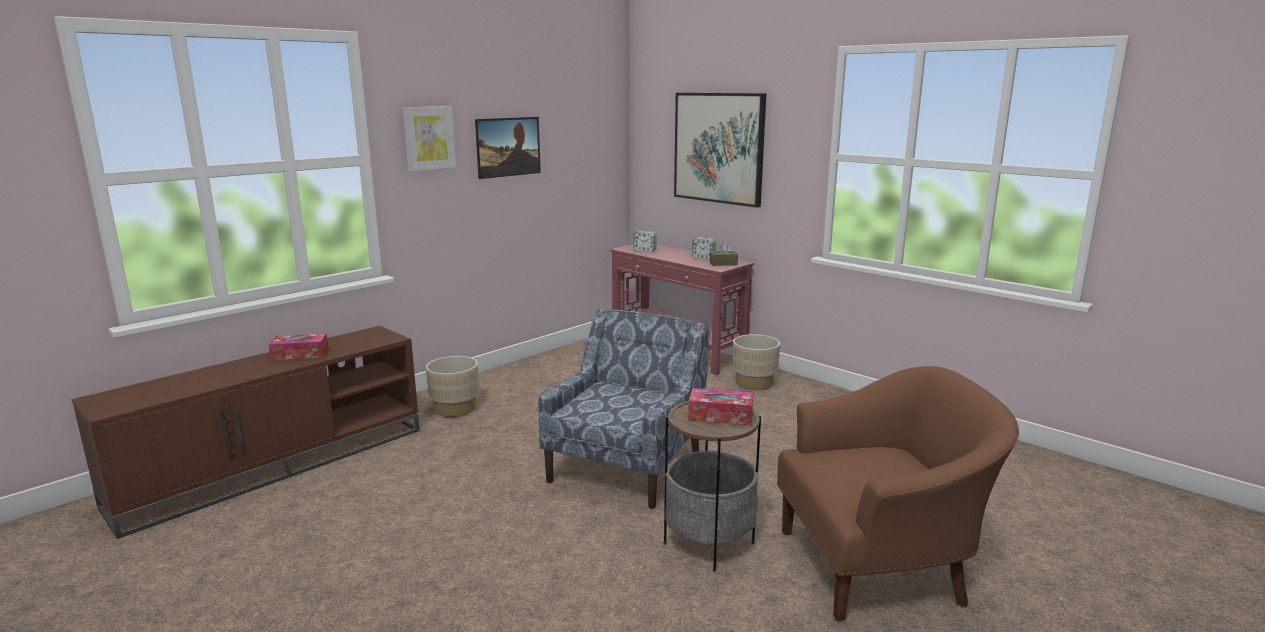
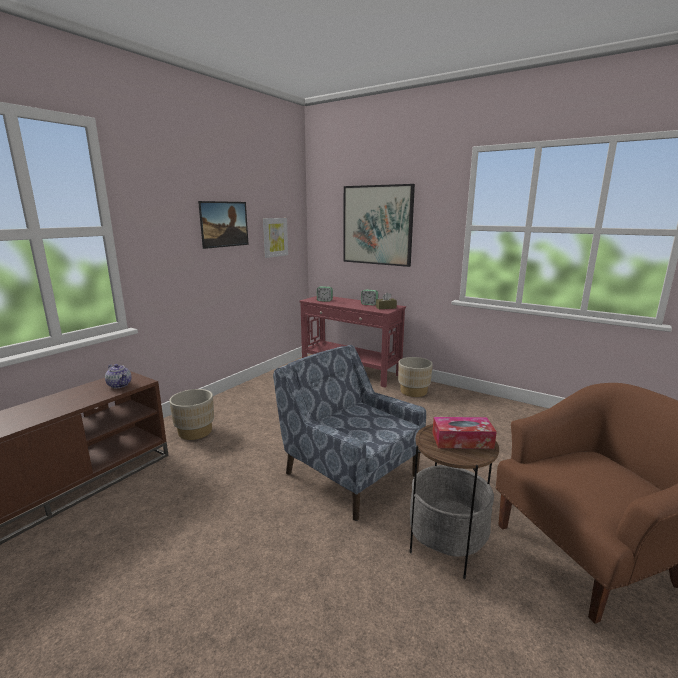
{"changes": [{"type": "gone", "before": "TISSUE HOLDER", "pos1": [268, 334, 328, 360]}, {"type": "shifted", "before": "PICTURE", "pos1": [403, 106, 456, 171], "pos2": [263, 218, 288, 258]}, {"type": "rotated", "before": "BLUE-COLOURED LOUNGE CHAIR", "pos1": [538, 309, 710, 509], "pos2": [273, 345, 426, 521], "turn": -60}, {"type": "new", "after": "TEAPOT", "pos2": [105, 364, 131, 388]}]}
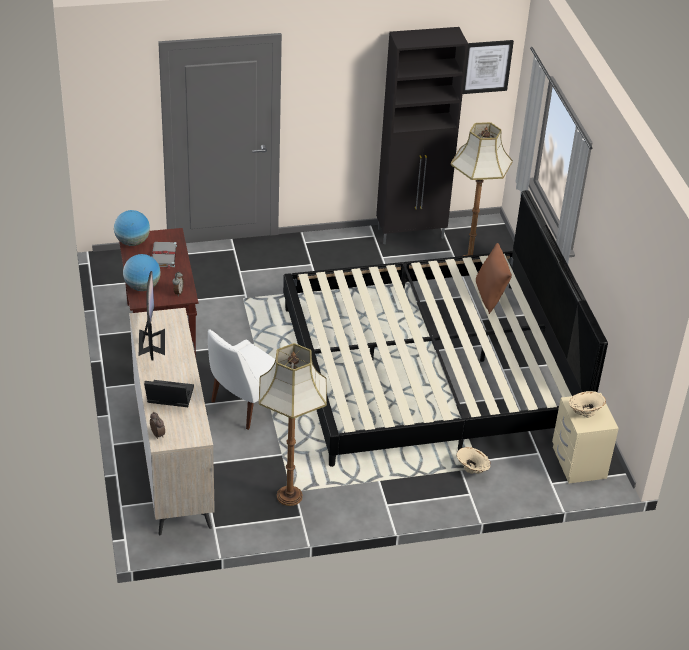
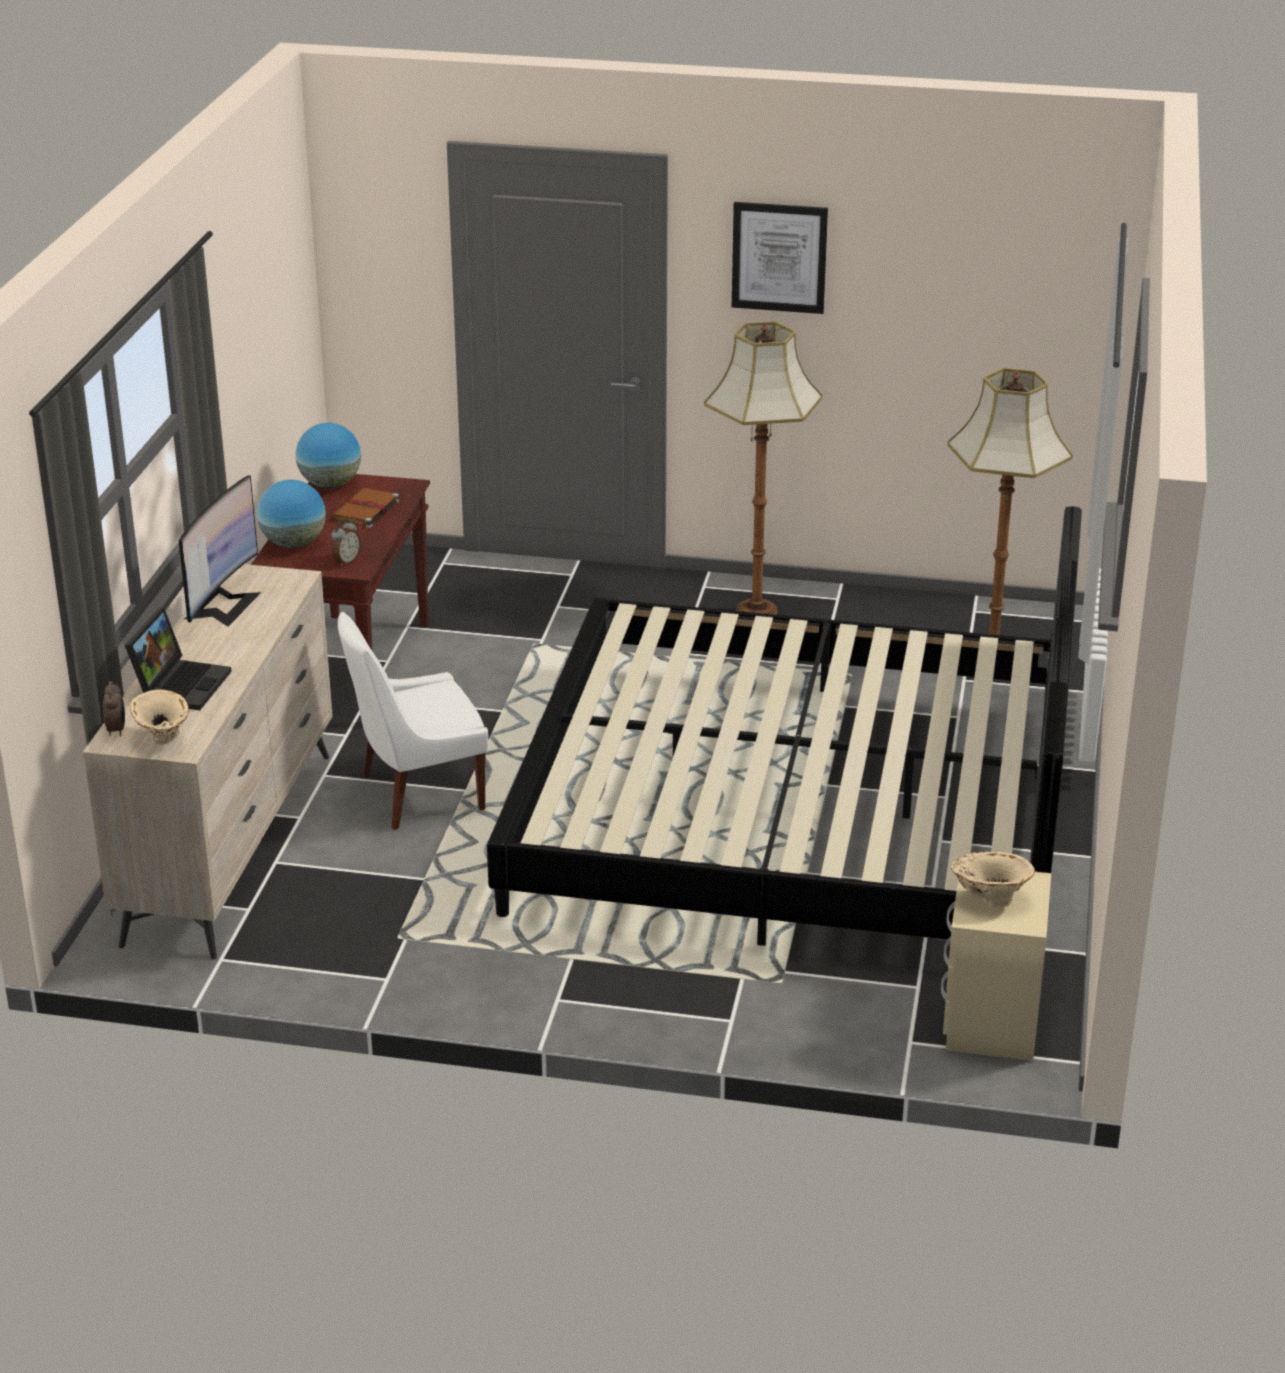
{"changes": [{"type": "rotated", "before": "LAPTOP", "pos1": [144, 380, 194, 407], "pos2": [125, 607, 232, 710], "turn": 75}, {"type": "repainted", "before": "GRAY BOUND BOOK", "after": "BROWN-COLOURED BOUND BOOK", "pos1": [152, 242, 177, 269], "pos2": [331, 488, 399, 529]}, {"type": "shifted", "before": "STANDARD LAMP", "pos1": [259, 343, 327, 506], "pos2": [704, 321, 822, 615]}, {"type": "gone", "before": "BLACK-COLOURED CABINET", "pos1": [376, 27, 468, 244]}, {"type": "shifted", "before": "BEIGE FLOWER VASE", "pos1": [456, 447, 491, 474], "pos2": [130, 689, 189, 744]}, {"type": "shifted", "before": "PICTURE", "pos1": [463, 40, 514, 94], "pos2": [732, 202, 828, 314]}, {"type": "gone", "before": "BROWN-COLOURED PILLOW", "pos1": [476, 243, 512, 314]}]}
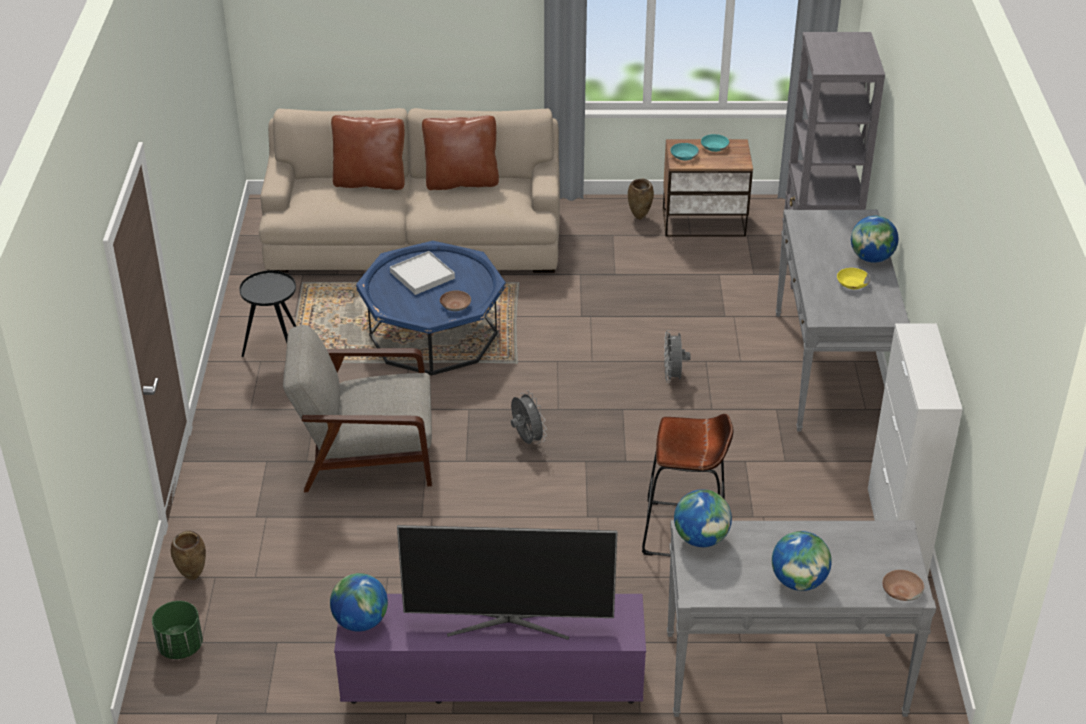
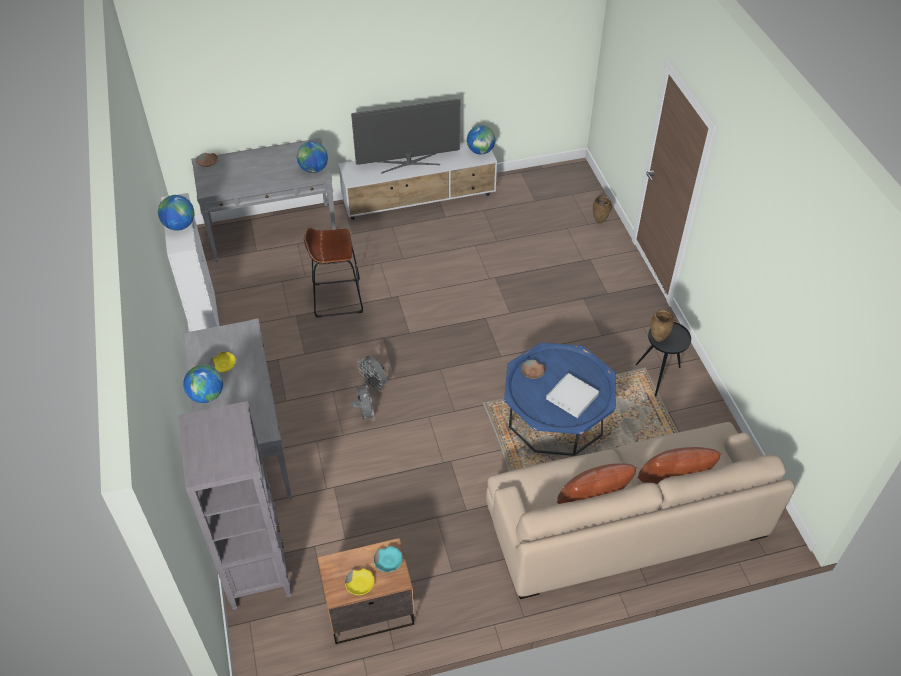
{"changes": [{"type": "gone", "before": "GREEN PLANTER", "pos1": [152, 601, 203, 659]}, {"type": "gone", "before": "GRAY LOUNGE CHAIR", "pos1": [283, 324, 432, 492]}, {"type": "repainted", "before": "PURPLE-COLOURED TV STAND", "after": "WHITE TV STAND", "pos1": [334, 594, 646, 704], "pos2": [338, 142, 497, 220]}, {"type": "shifted", "before": "GRAY COOLING FAN", "pos1": [511, 390, 547, 444], "pos2": [357, 356, 388, 392]}, {"type": "shifted", "before": "BROWN-COLOURED FLOWER VASE", "pos1": [628, 179, 654, 220], "pos2": [650, 310, 674, 342]}, {"type": "repainted", "before": "TURQUOISE-COLOURED DEEP DISH", "after": "YELLOW DEEP DISH", "pos1": [701, 134, 729, 152], "pos2": [345, 568, 375, 595]}, {"type": "shifted", "before": "GLOBE", "pos1": [772, 531, 832, 591], "pos2": [158, 195, 194, 231]}]}
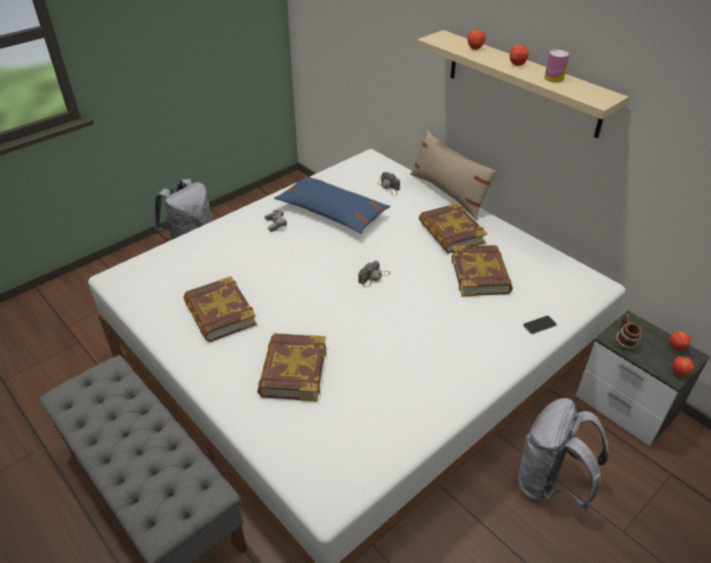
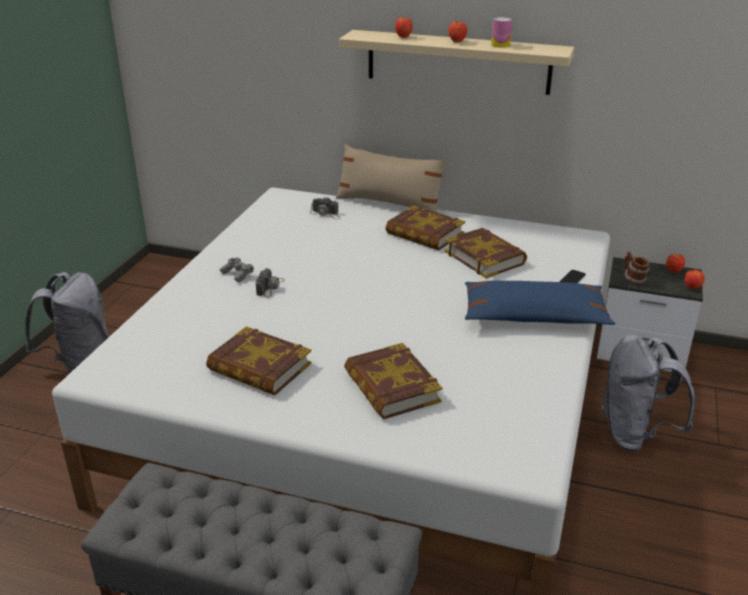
{"changes": [{"type": "shifted", "before": "BLUE-COLOURED PILLOW", "pos1": [274, 176, 390, 234], "pos2": [465, 280, 615, 325]}, {"type": "shifted", "before": "PHOTO CAMERA", "pos1": [358, 260, 390, 287], "pos2": [256, 268, 284, 297]}]}
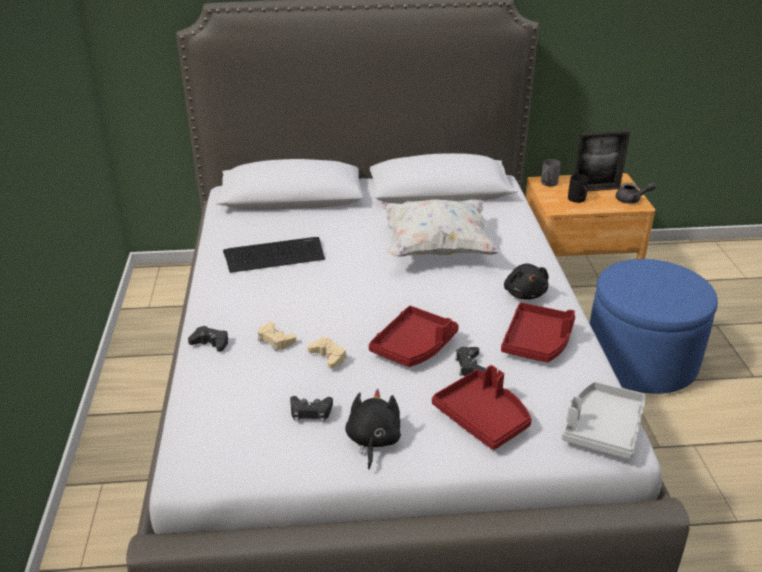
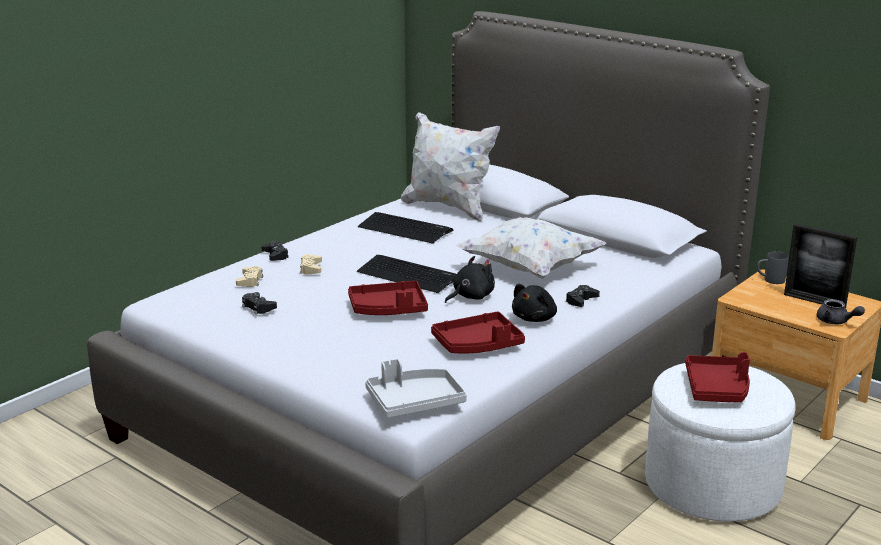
{"changes": [{"type": "shifted", "before": "BEIGE JOYPAD", "pos1": [308, 337, 346, 369], "pos2": [236, 266, 263, 287]}, {"type": "shifted", "before": "BLACK-COLOURED SOFT TOY", "pos1": [345, 389, 401, 470], "pos2": [445, 256, 495, 303]}, {"type": "shifted", "before": "REDDISH TRAY", "pos1": [432, 365, 532, 450], "pos2": [685, 352, 750, 402]}, {"type": "shifted", "before": "BLACK-COLOURED JOYPAD", "pos1": [455, 347, 486, 376], "pos2": [566, 285, 600, 307]}, {"type": "gone", "before": "BLACK-COLOURED TEA MUG", "pos1": [568, 174, 589, 203]}, {"type": "repainted", "before": "BLUE-COLOURED FOOTREST", "after": "WHITE FOOTREST", "pos1": [590, 259, 718, 394], "pos2": [645, 363, 796, 522]}, {"type": "new", "after": "PC KEYBOARD", "pos2": [357, 255, 456, 293]}, {"type": "new", "after": "WHITE PILLOW", "pos2": [401, 112, 500, 222]}]}
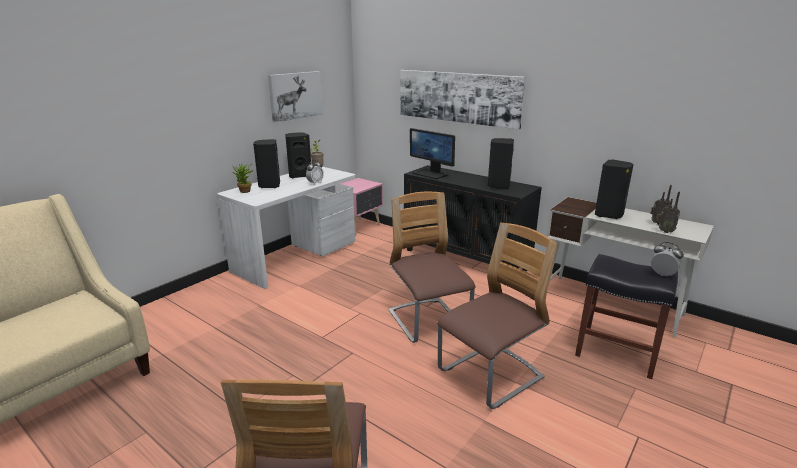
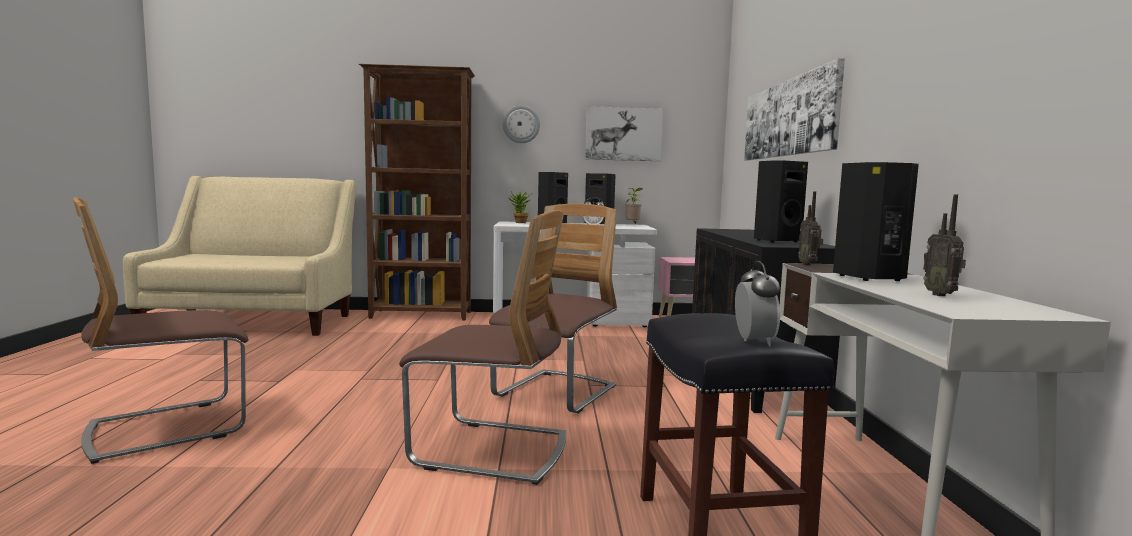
{"changes": [{"type": "gone", "before": "MONITOR", "pos1": [410, 128, 455, 179]}, {"type": "shifted", "before": "RADIO", "pos1": [657, 192, 680, 233], "pos2": [798, 191, 823, 266]}, {"type": "new", "after": "BROWN-COLOURED SHELVING UNIT", "pos2": [359, 64, 475, 320]}, {"type": "new", "after": "HANGING CLOCK", "pos2": [503, 105, 540, 143]}]}
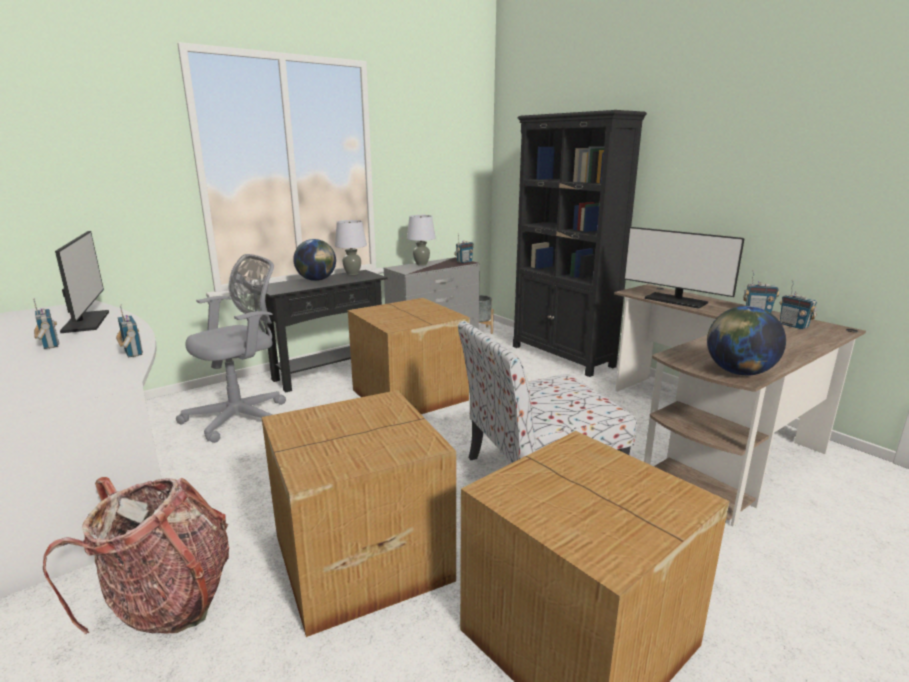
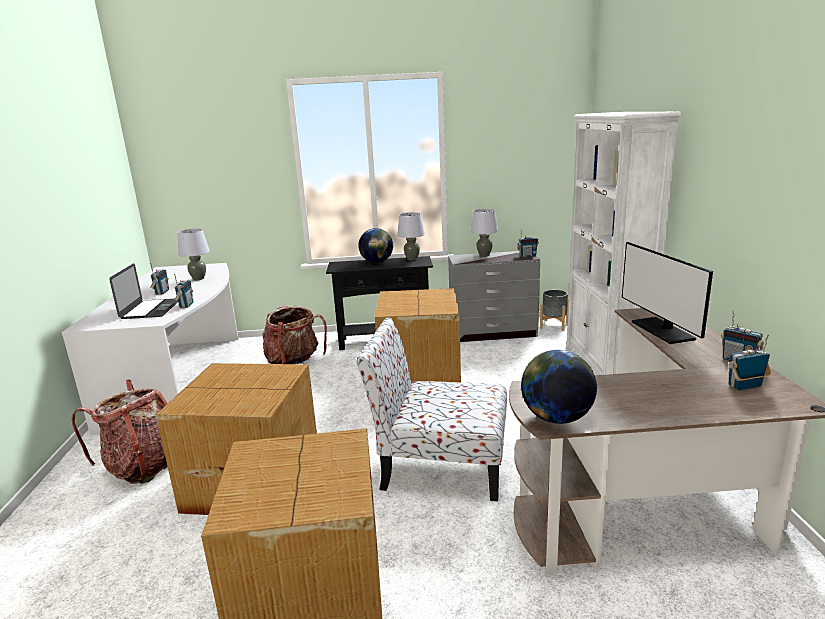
{"changes": [{"type": "swapped", "before": "MONITOR", "after": "GRAY TABLETOP LAMP", "pos1": [55, 231, 109, 333], "pos2": [178, 228, 210, 280]}, {"type": "swapped", "before": "GRAY DESK CHAIR", "after": "BACKPACK", "pos1": [176, 254, 286, 443], "pos2": [262, 306, 327, 364]}, {"type": "repainted", "before": "BLACK-COLOURED SHELVING UNIT", "after": "WHITE SHELVING UNIT", "pos1": [513, 110, 647, 377], "pos2": [566, 112, 681, 375]}, {"type": "rotated", "before": "RADIO", "pos1": [780, 280, 817, 329], "pos2": [728, 335, 771, 390], "turn": 75}, {"type": "new", "after": "LAPTOP", "pos2": [109, 263, 178, 319]}]}
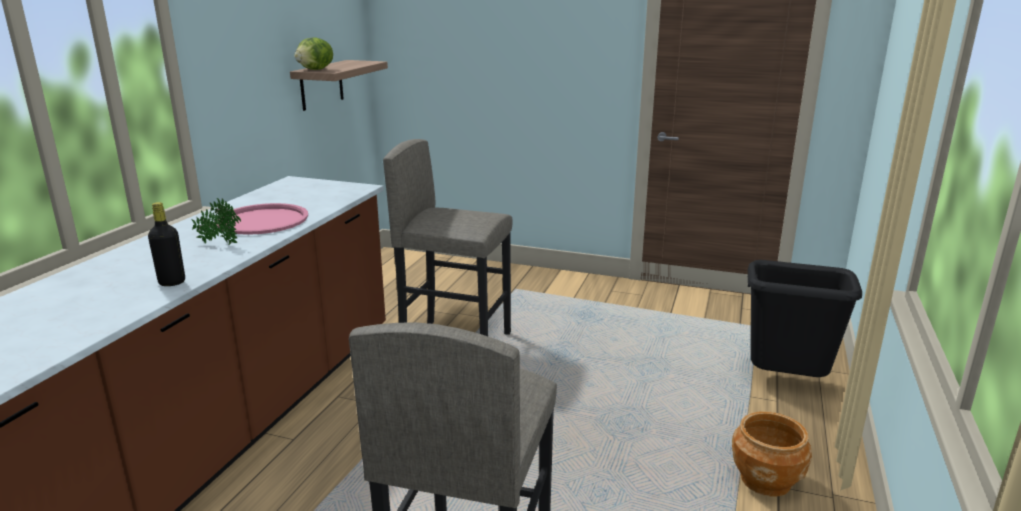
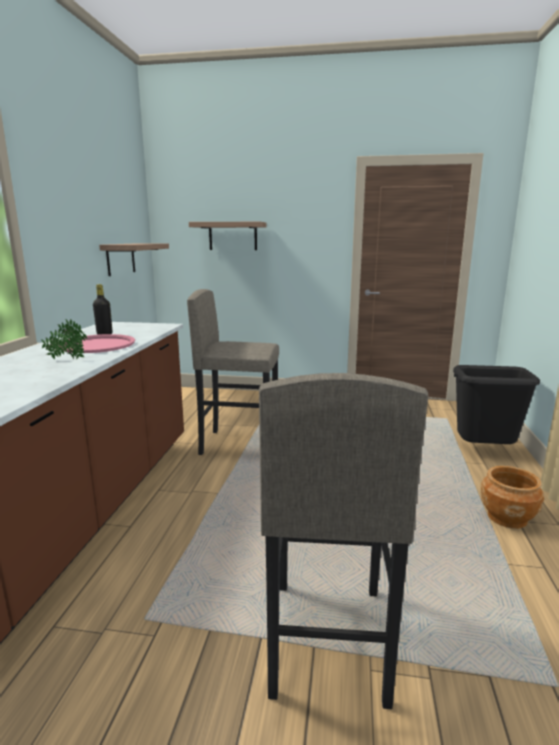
{"changes": [{"type": "shifted", "before": "BLACK-COLOURED BOTTLE", "pos1": [148, 202, 185, 286], "pos2": [93, 284, 112, 335]}, {"type": "gone", "before": "HEAD OF LETTUCE", "pos1": [294, 37, 333, 70]}, {"type": "new", "after": "WALL SHELF", "pos2": [189, 222, 267, 250]}]}
